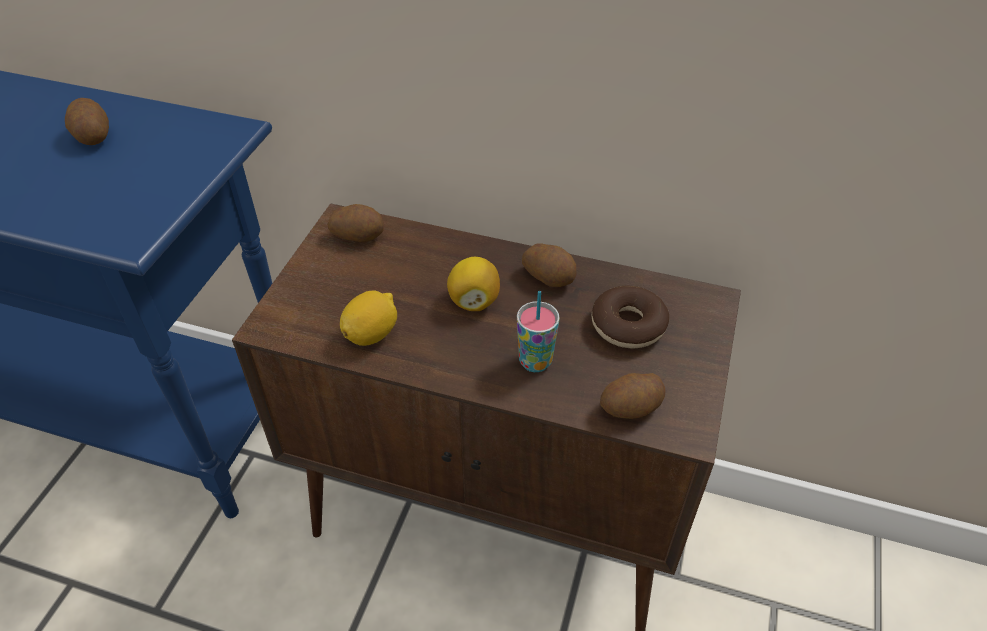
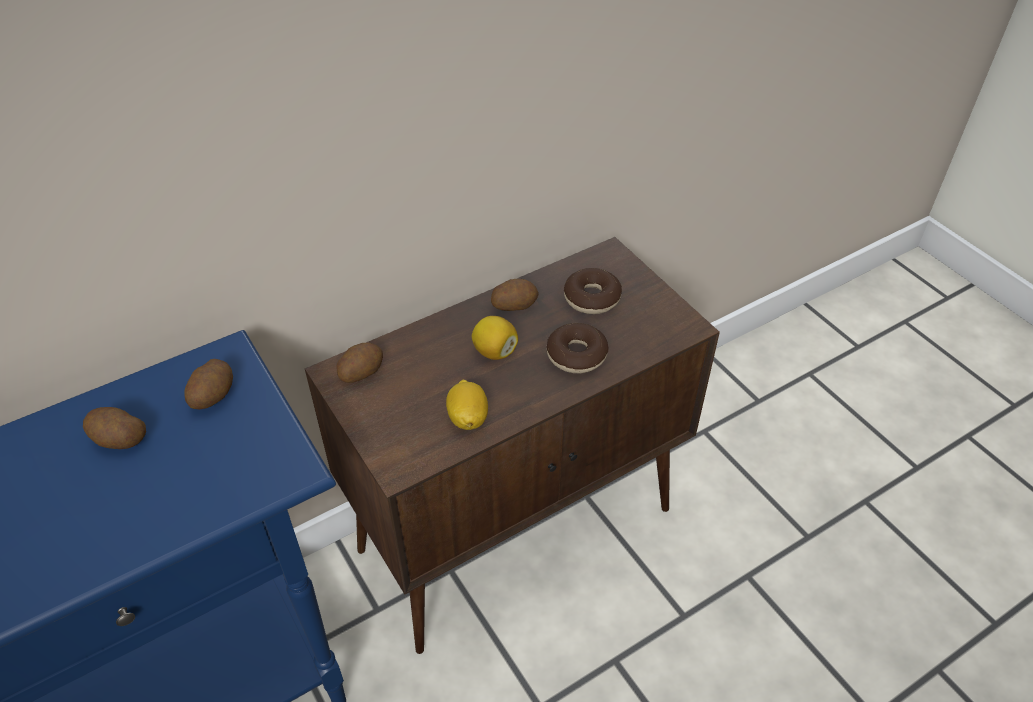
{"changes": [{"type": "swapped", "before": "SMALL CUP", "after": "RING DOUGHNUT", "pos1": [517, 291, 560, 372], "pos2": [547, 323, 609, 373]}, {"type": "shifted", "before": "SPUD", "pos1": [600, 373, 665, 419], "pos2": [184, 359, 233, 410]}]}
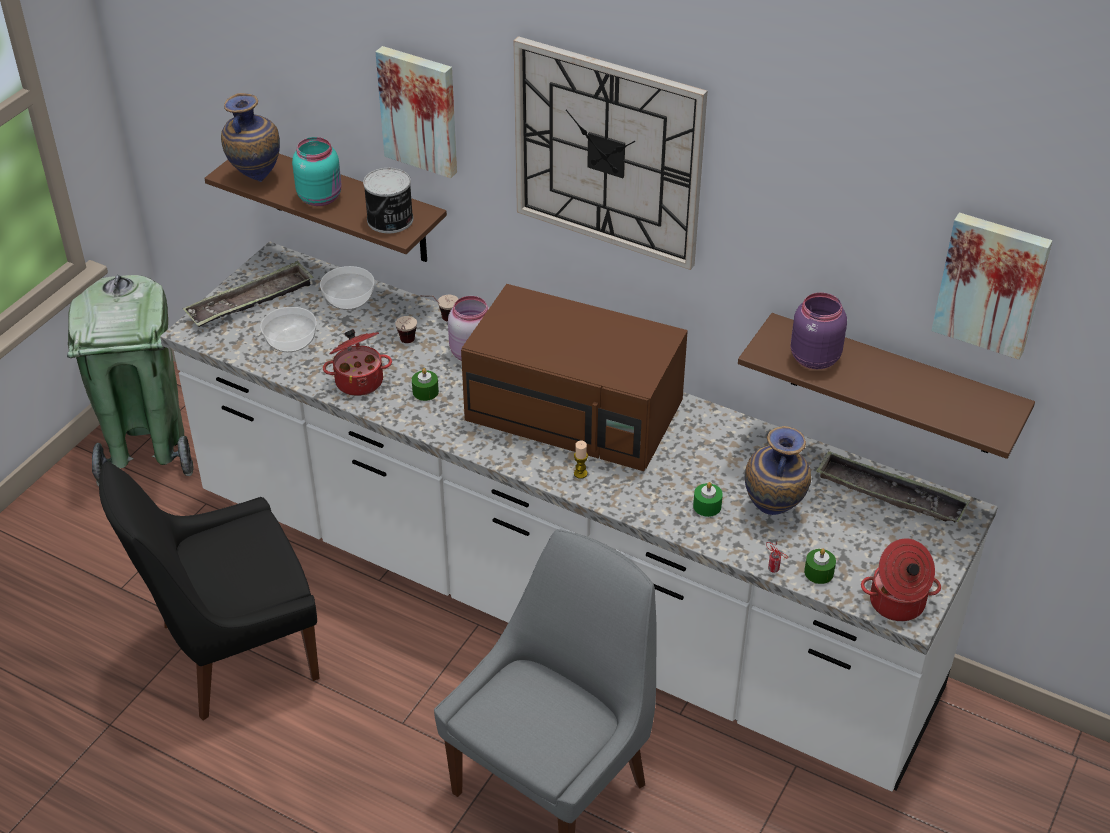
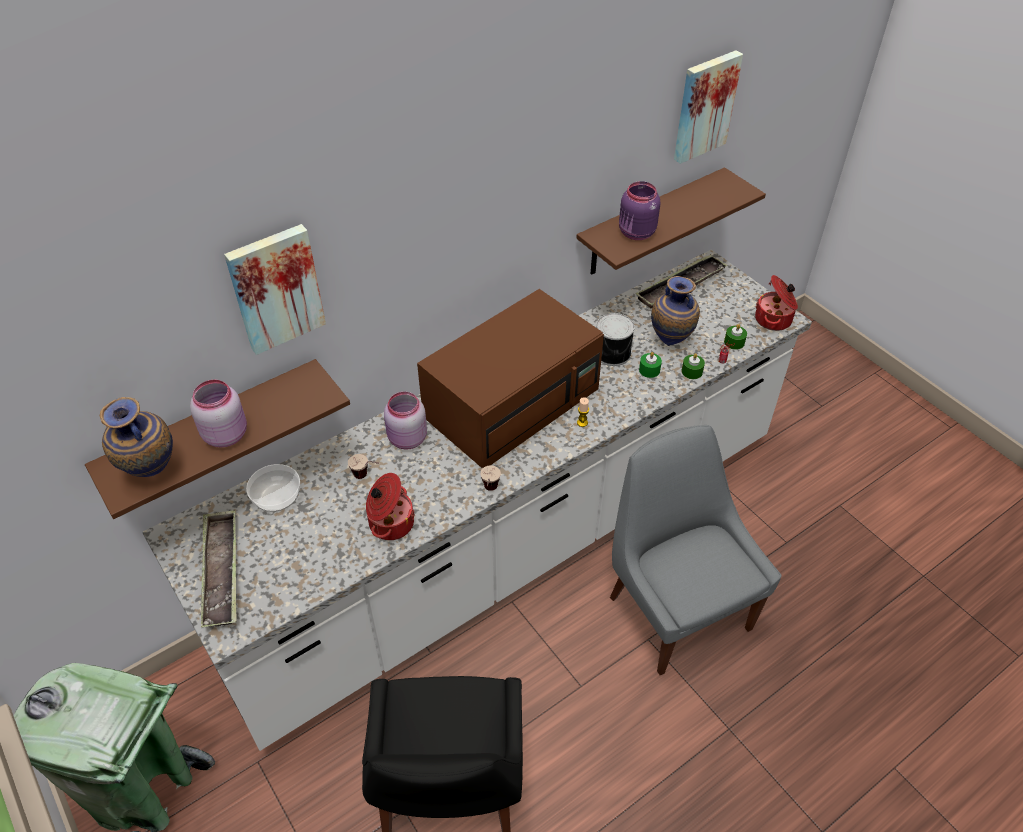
{"changes": [{"type": "gone", "before": "DEEP DISH", "pos1": [260, 307, 317, 352]}, {"type": "repainted", "before": "TURQUOISE-COLOURED JAR", "after": "PINKISH JAR", "pos1": [292, 137, 342, 206], "pos2": [190, 380, 247, 447]}, {"type": "shifted", "before": "CAN", "pos1": [363, 168, 413, 233], "pos2": [596, 313, 635, 366]}, {"type": "shifted", "before": "GREEN WAX LIGHT", "pos1": [412, 368, 439, 401], "pos2": [682, 353, 705, 379]}, {"type": "shifted", "before": "SMALL CUP", "pos1": [420, 295, 458, 322], "pos2": [480, 465, 501, 491]}, {"type": "gone", "before": "HANGING CLOCK", "pos1": [514, 36, 707, 270]}]}
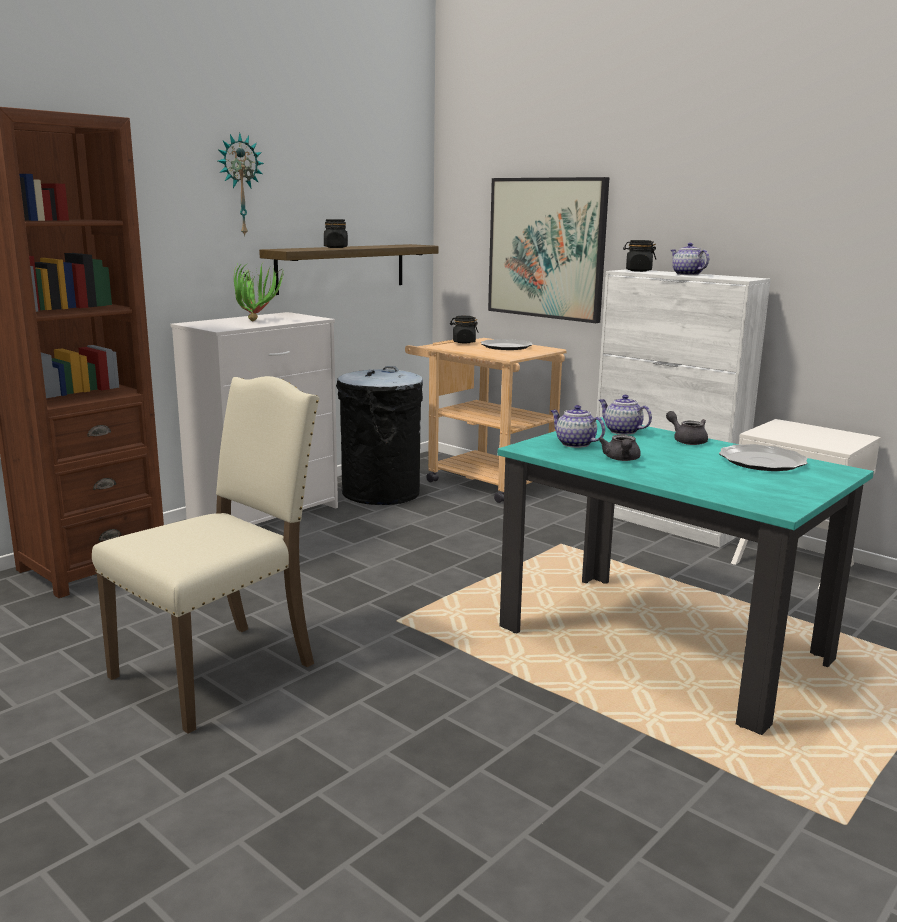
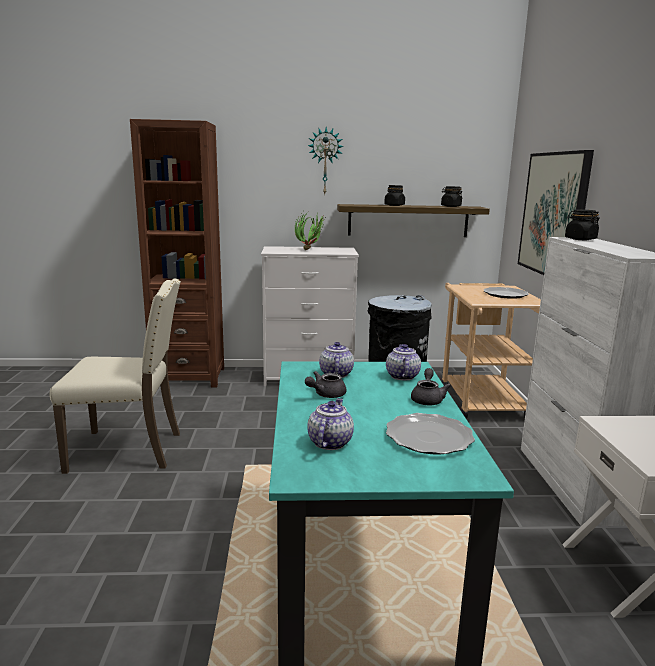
{"changes": [{"type": "shifted", "before": "BLACK-COLOURED JAR", "pos1": [450, 316, 479, 343], "pos2": [441, 186, 462, 207]}, {"type": "shifted", "before": "TEAPOT", "pos1": [671, 243, 709, 275], "pos2": [307, 398, 354, 450]}]}
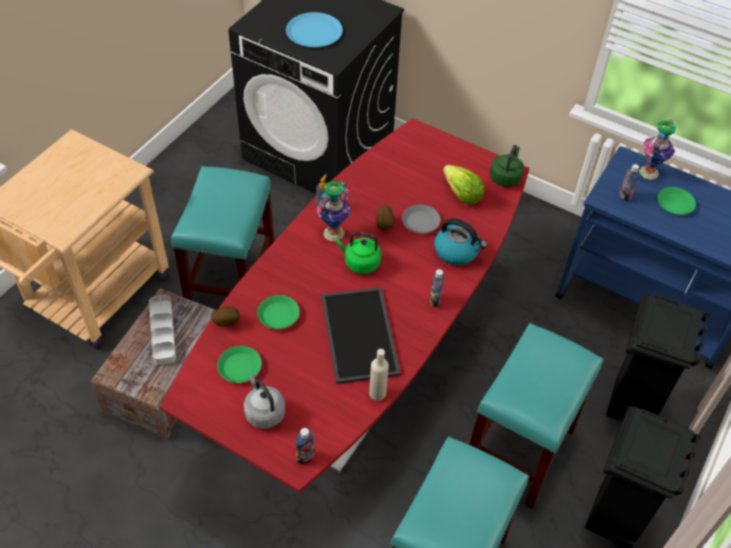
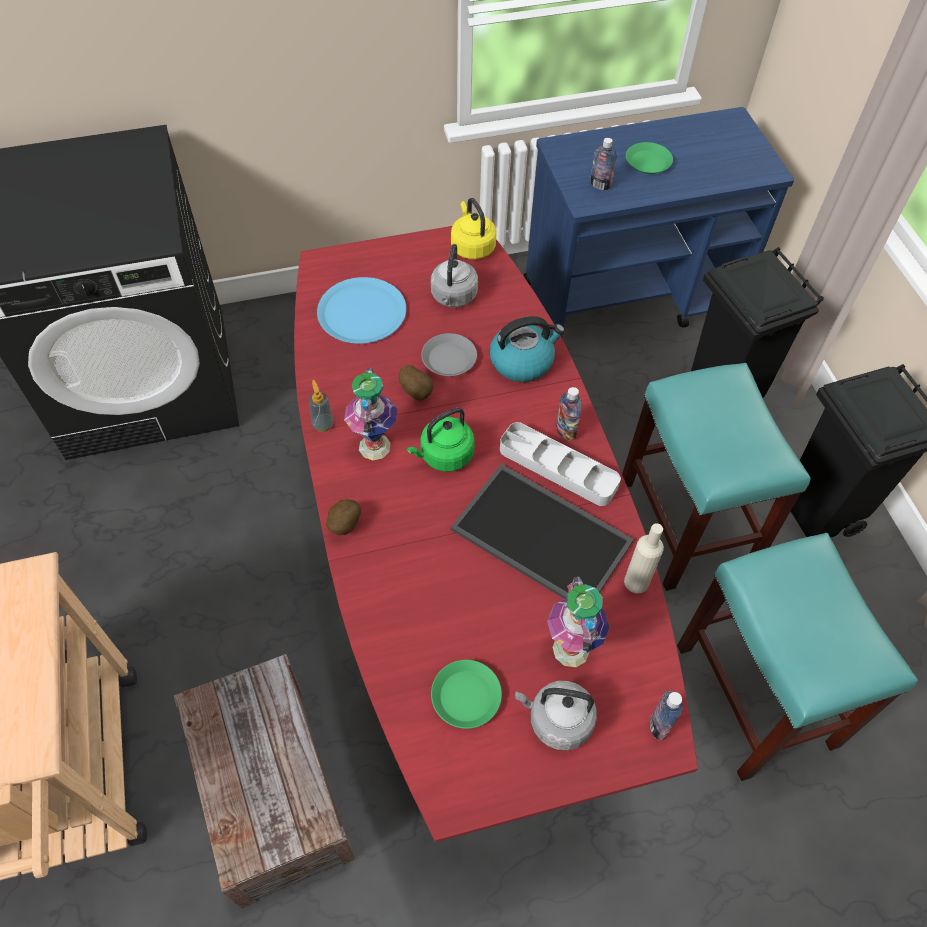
{"changes": [{"type": "shifted", "before": "GRAY TRAY", "pos1": [149, 295, 176, 365], "pos2": [500, 422, 621, 506]}, {"type": "gone", "before": "TURQUOISE-COLOURED STOOL SEAT", "pos1": [171, 166, 275, 301]}, {"type": "shifted", "before": "SPUD", "pos1": [211, 306, 240, 327], "pos2": [326, 499, 361, 535]}, {"type": "gone", "before": "GREEN PLATE", "pos1": [257, 295, 300, 329]}, {"type": "shifted", "before": "BLUE-COLOURED PLATE", "pos1": [286, 12, 343, 47], "pos2": [317, 277, 407, 344]}, {"type": "swapped", "before": "HEAD OF LETTUCE", "after": "GRAY WATER KETTLE", "pos1": [443, 165, 485, 205], "pos2": [431, 244, 478, 307]}, {"type": "repainted", "before": "GREEN WATER KETTLE", "after": "YELLOW WATER KETTLE", "pos1": [490, 145, 524, 187], "pos2": [451, 198, 497, 259]}, {"type": "shifted", "before": "FLOWER VASE", "pos1": [639, 120, 676, 180], "pos2": [547, 577, 610, 667]}]}
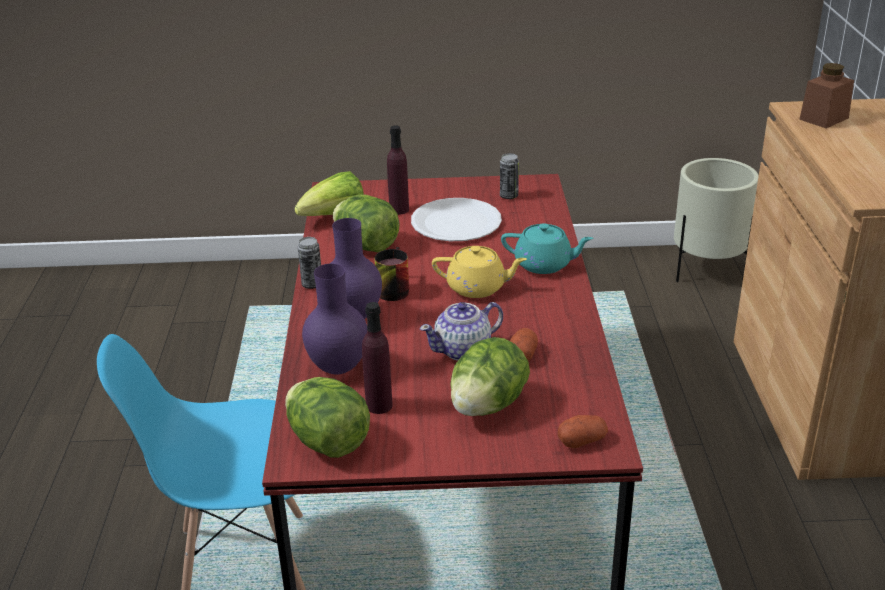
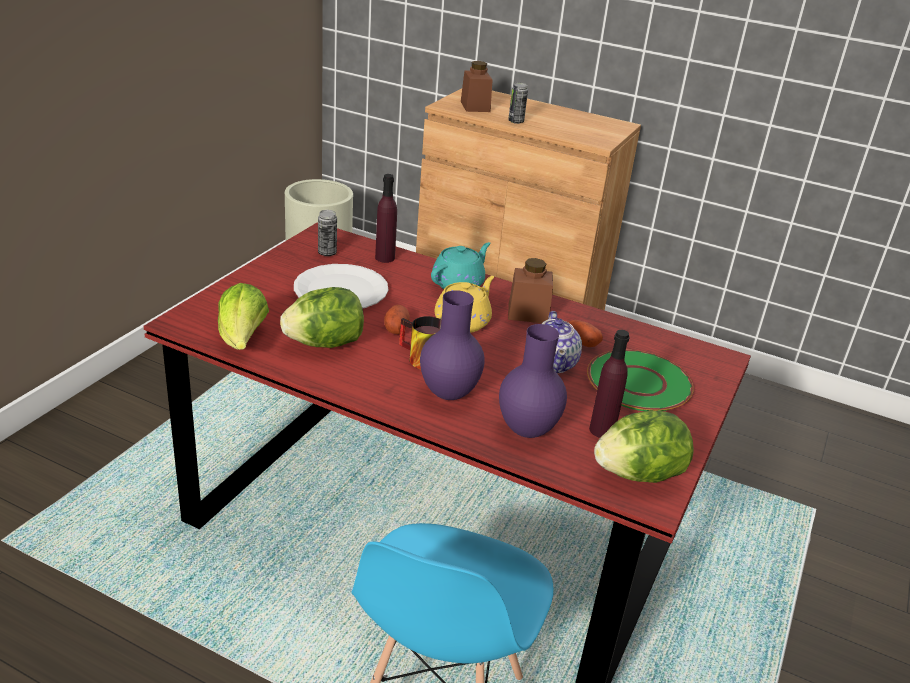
{"changes": [{"type": "shifted", "before": "CAN", "pos1": [298, 237, 321, 289], "pos2": [508, 83, 528, 124]}, {"type": "shifted", "before": "PURPLE-COLOURED BOTTLE", "pos1": [387, 125, 409, 215], "pos2": [375, 174, 397, 263]}, {"type": "swapped", "before": "HEAD OF LETTUCE", "after": "GREEN PLATE", "pos1": [450, 337, 530, 416], "pos2": [587, 350, 694, 411]}, {"type": "shifted", "before": "SPUD", "pos1": [558, 415, 608, 449], "pos2": [384, 305, 410, 334]}, {"type": "new", "after": "BROWN-COLOURED JAR", "pos2": [508, 258, 553, 323]}]}
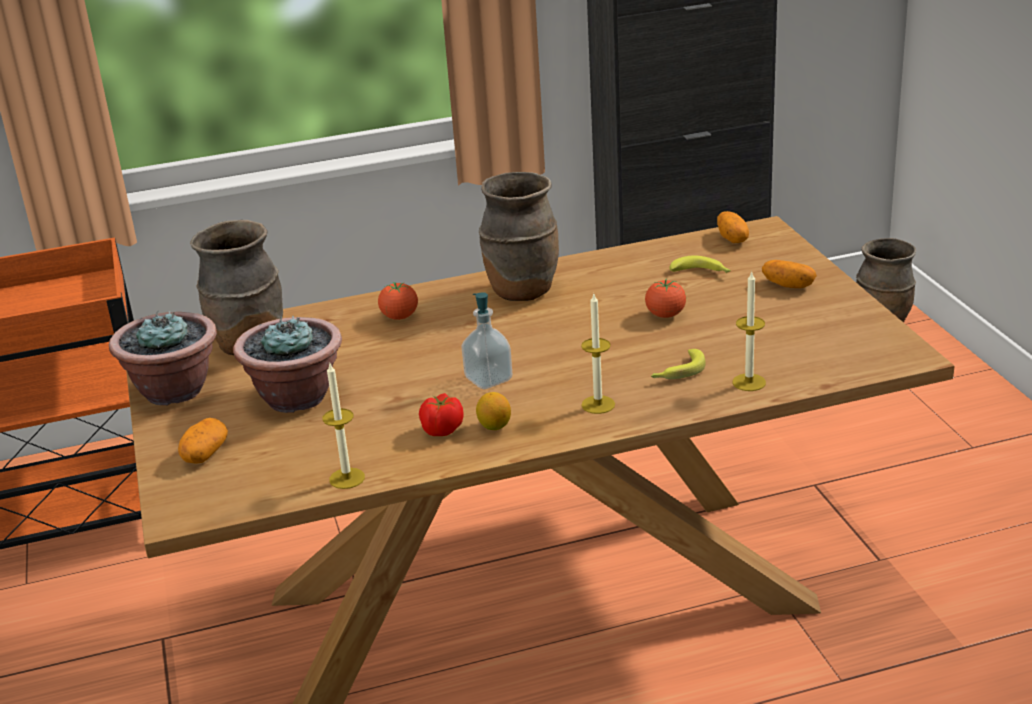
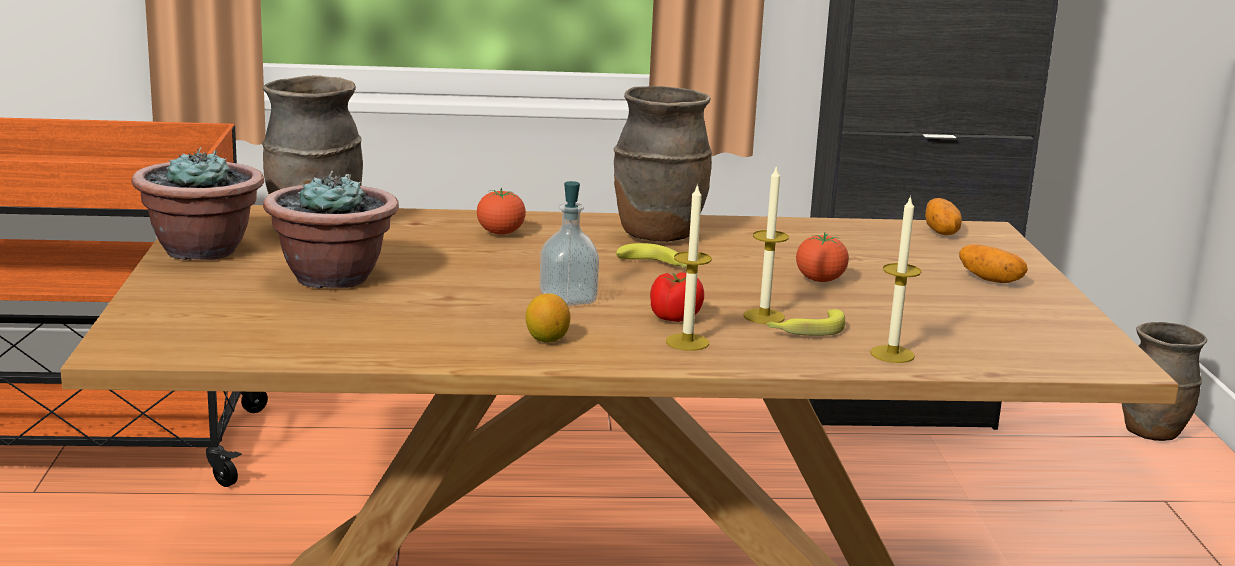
{"changes": [{"type": "gone", "before": "SPUD", "pos1": [178, 418, 228, 464]}, {"type": "shifted", "before": "WAX LIGHT", "pos1": [322, 364, 365, 489], "pos2": [744, 165, 789, 324]}, {"type": "shifted", "before": "TOMATO", "pos1": [419, 393, 463, 436], "pos2": [650, 272, 704, 322]}, {"type": "shifted", "before": "WHOLE BANANA", "pos1": [669, 256, 731, 273], "pos2": [616, 243, 687, 268]}]}
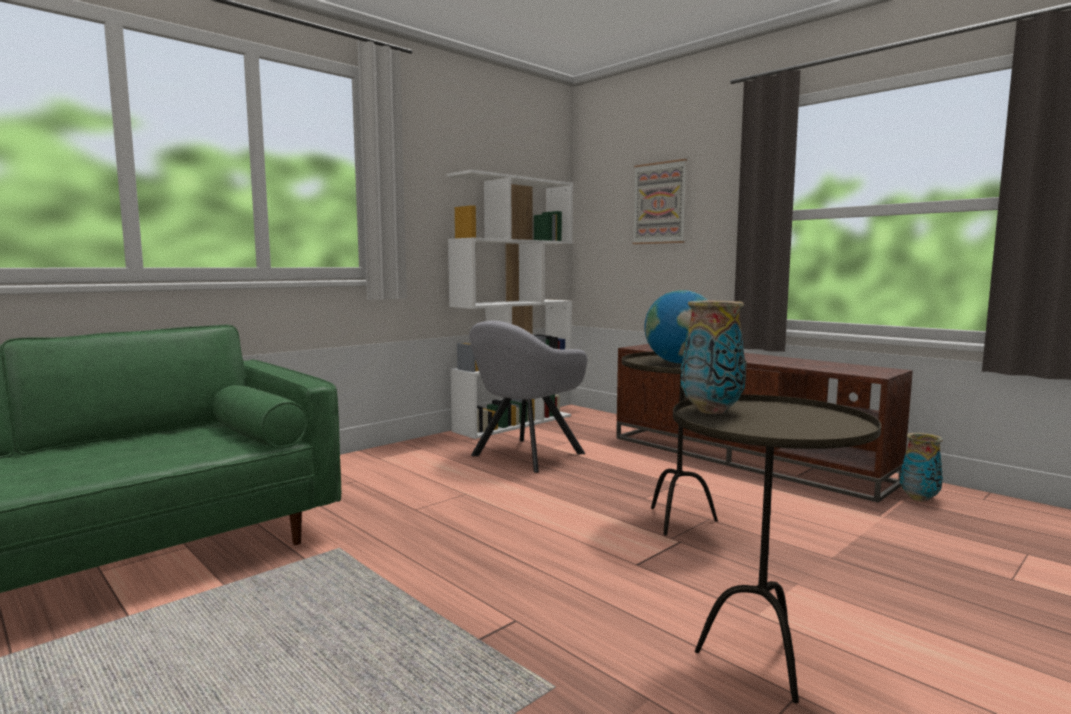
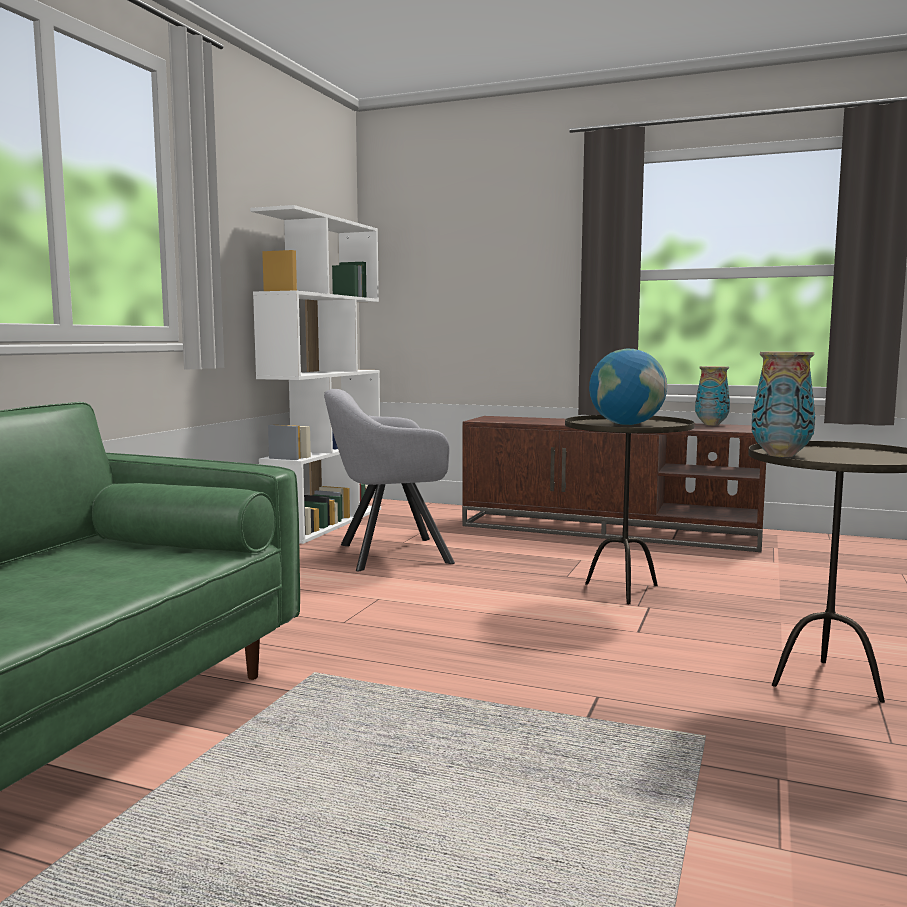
{"changes": [{"type": "rotated", "before": "GRAY LOUNGE CHAIR", "pos1": [469, 321, 587, 473], "pos2": [324, 389, 455, 571], "turn": 60}, {"type": "gone", "before": "PICTURE", "pos1": [633, 159, 687, 244]}, {"type": "shifted", "before": "FLOWER VASE", "pos1": [900, 433, 943, 502], "pos2": [695, 366, 730, 425]}]}
